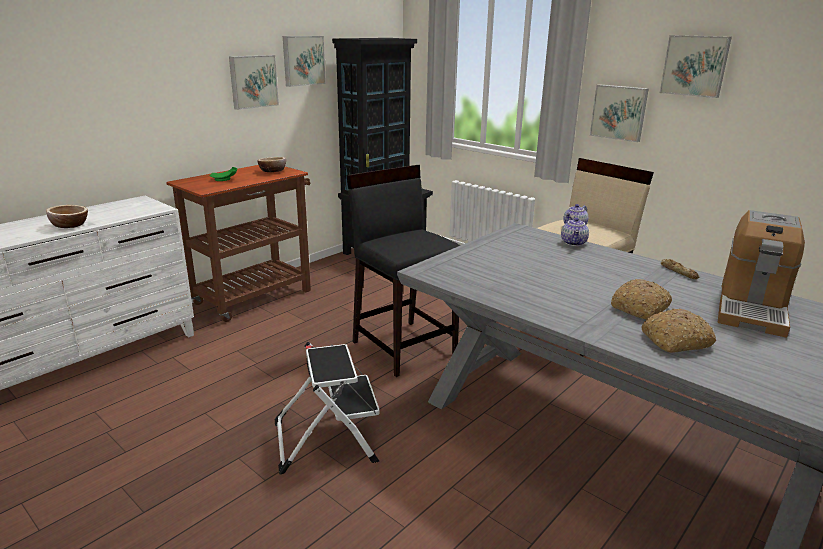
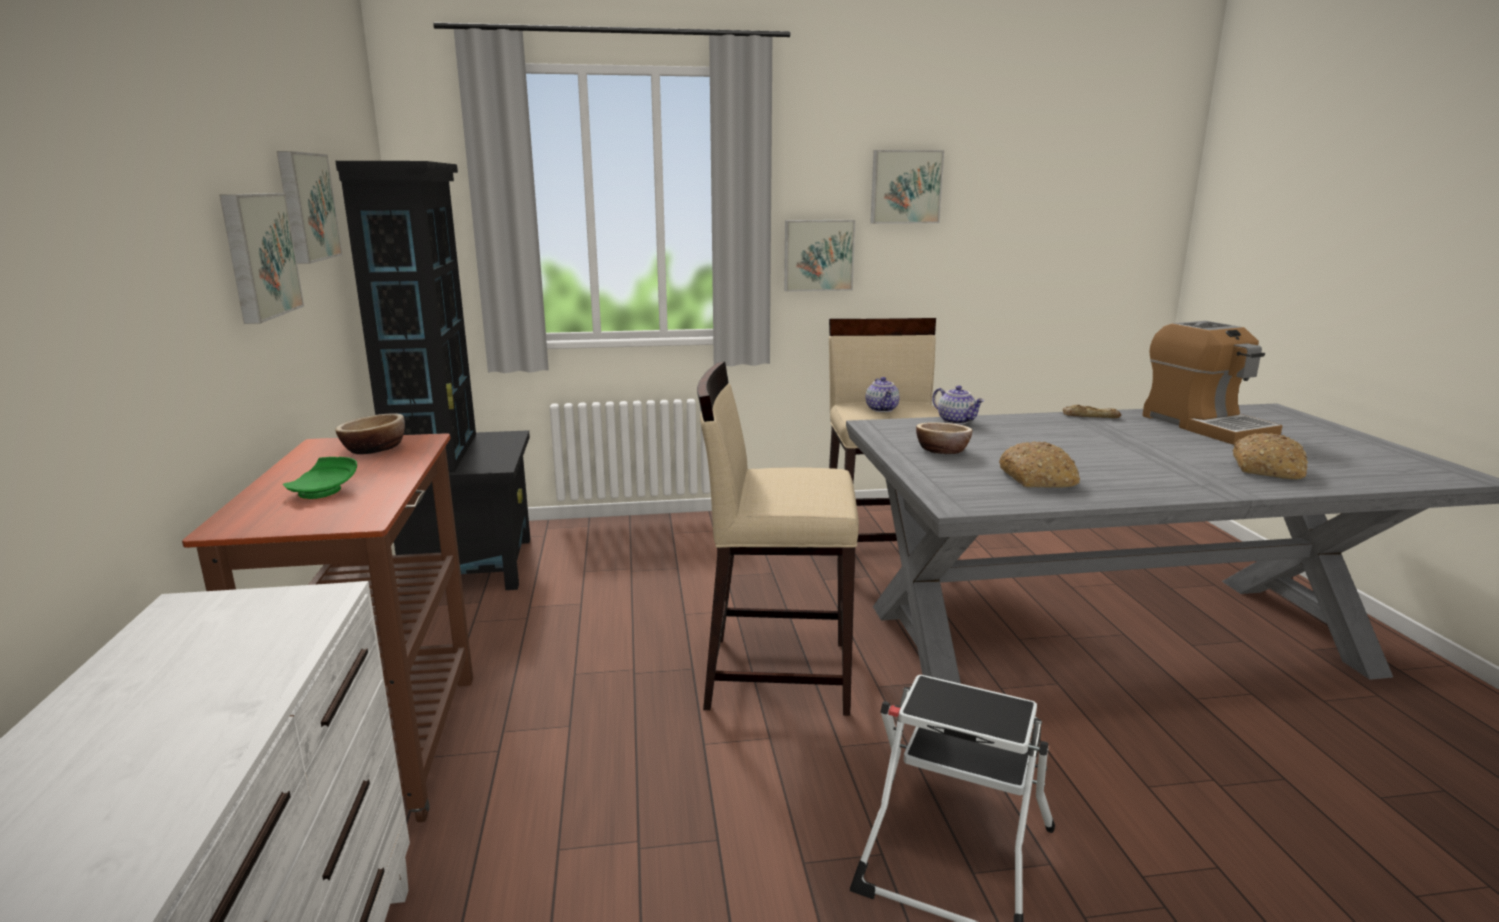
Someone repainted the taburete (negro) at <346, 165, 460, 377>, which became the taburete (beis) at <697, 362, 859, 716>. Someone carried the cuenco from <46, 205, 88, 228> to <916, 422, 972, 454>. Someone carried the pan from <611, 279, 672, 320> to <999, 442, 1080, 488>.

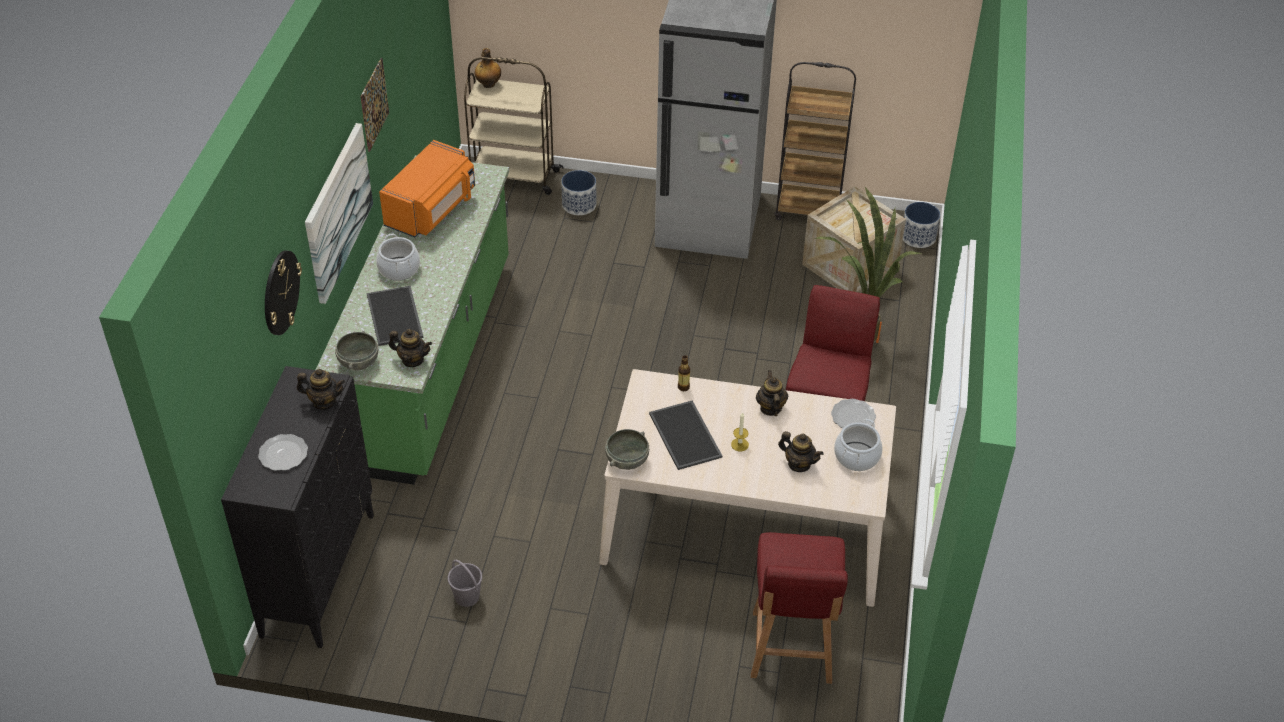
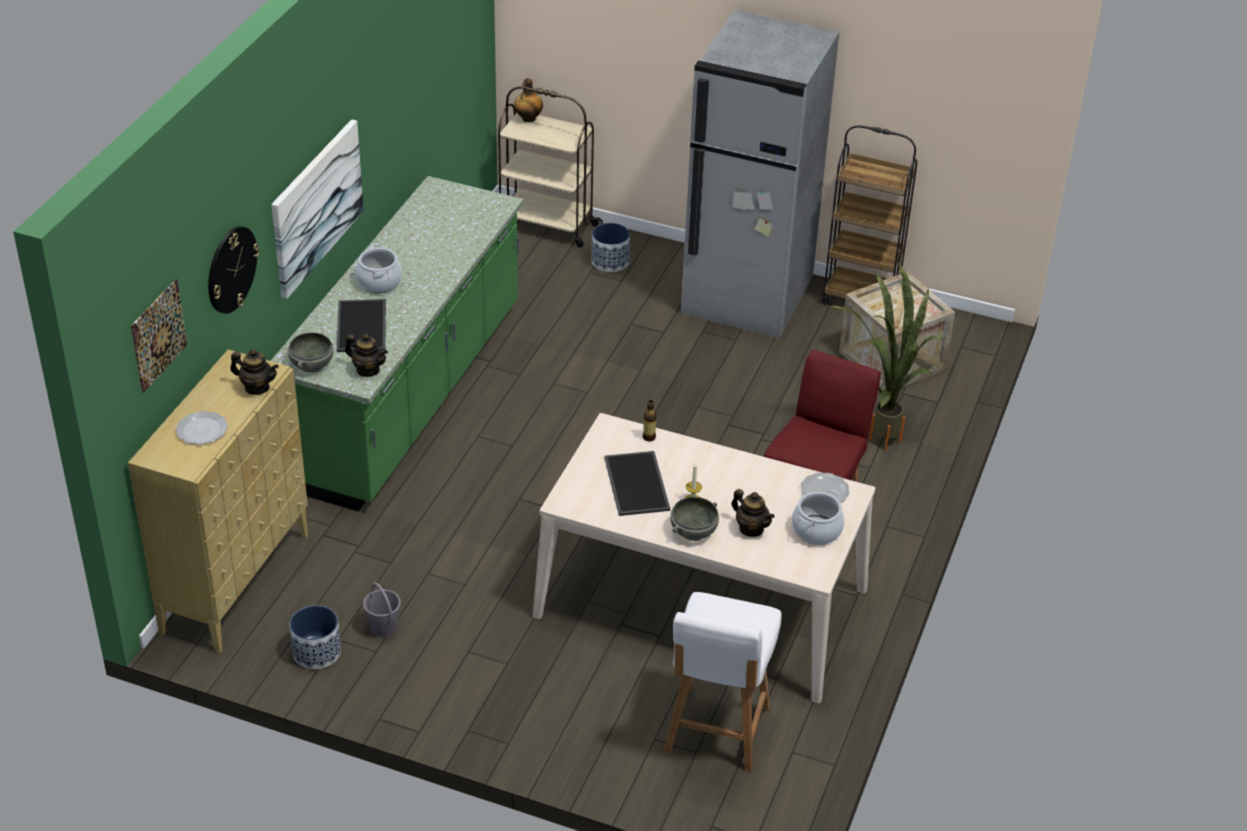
Someone repainted the cómoda (negro) at <221, 366, 374, 648>, which became the cómoda (beis) at <128, 350, 308, 653>. Someone carried the cuadro from <360, 58, 389, 152> to <131, 279, 187, 393>. Someone carried the maceta from <903, 202, 940, 248> to <289, 605, 341, 669>. Someone repainted the silla (rojo) at <751, 532, 848, 684>, which became the silla (blanco) at <664, 592, 782, 772>. Someone carried the cuenco (gris) from <605, 429, 649, 470> to <670, 497, 719, 541>. Someone took away the microondas (naranja) at <379, 140, 475, 237>. Someone took away the tetera at <756, 370, 788, 416>.

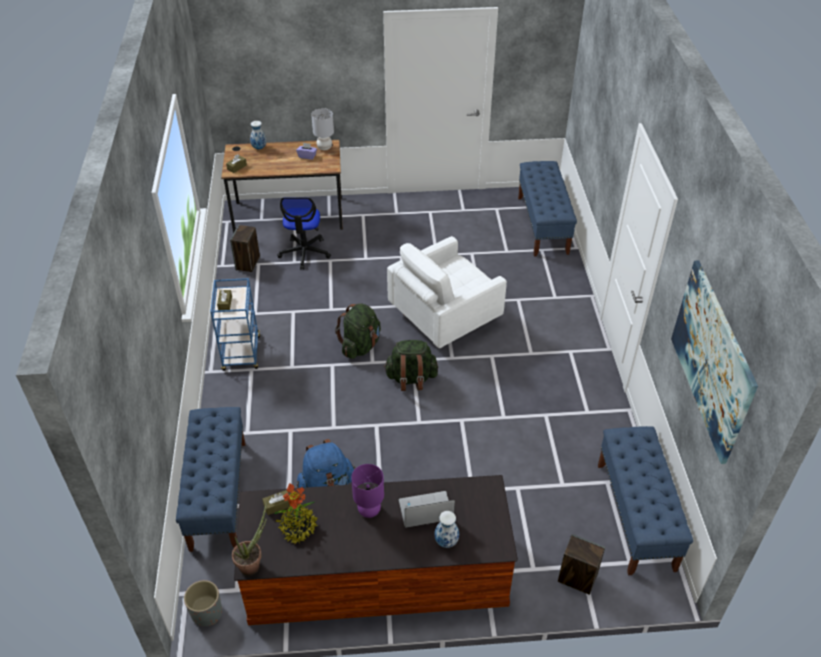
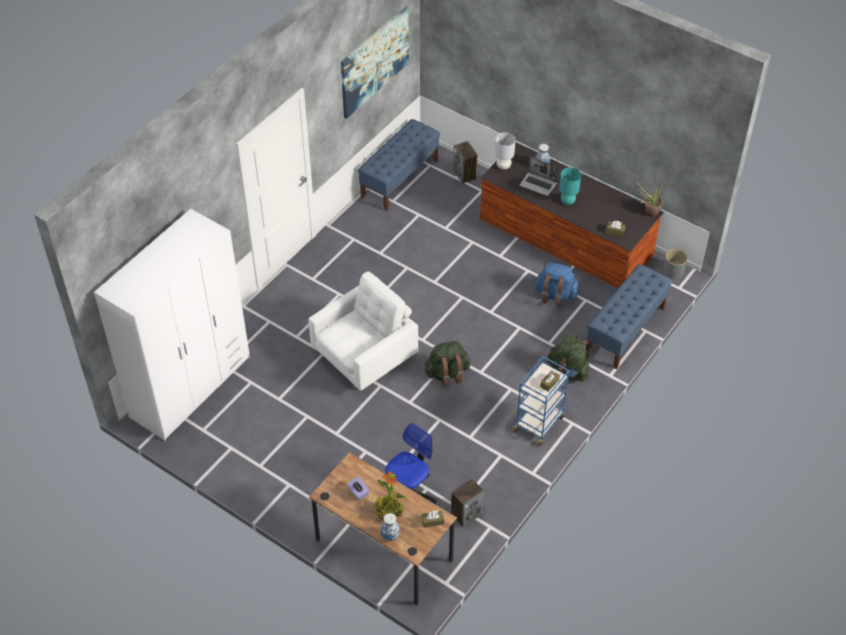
Someone swapped the banco (azul) at <518, 161, 577, 256> for the armario ropero (blanco) at <94, 208, 250, 440>. Someone rotated the sillón (blanco) at <387, 236, 507, 348> by 45 degrees counterclockwise. Someone carried the planta en maceta from <273, 483, 318, 544> to <375, 471, 406, 520>. Someone carried the lámpara de mesa (gris) from <311, 108, 334, 150> to <495, 132, 516, 170>. Someone carried the mochila (verde) from <384, 340, 438, 391> to <548, 334, 591, 382>. Someone repainted the lámpara de mesa (morado) at <351, 464, 384, 518>, which became the lámpara de mesa (turquesa) at <559, 167, 581, 205>.

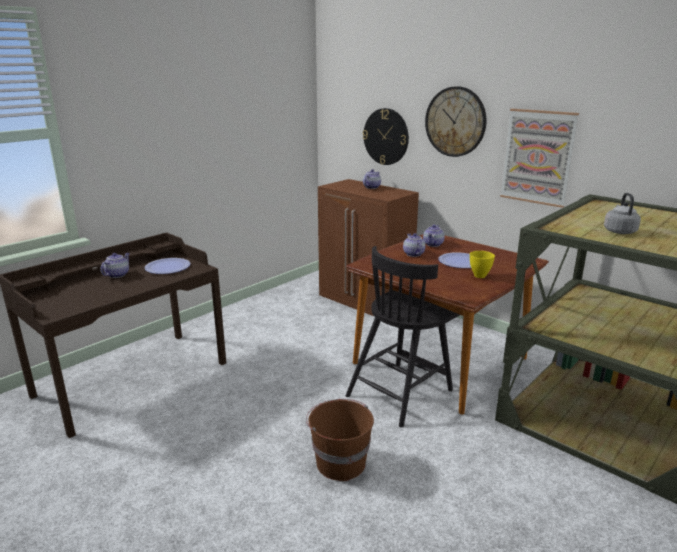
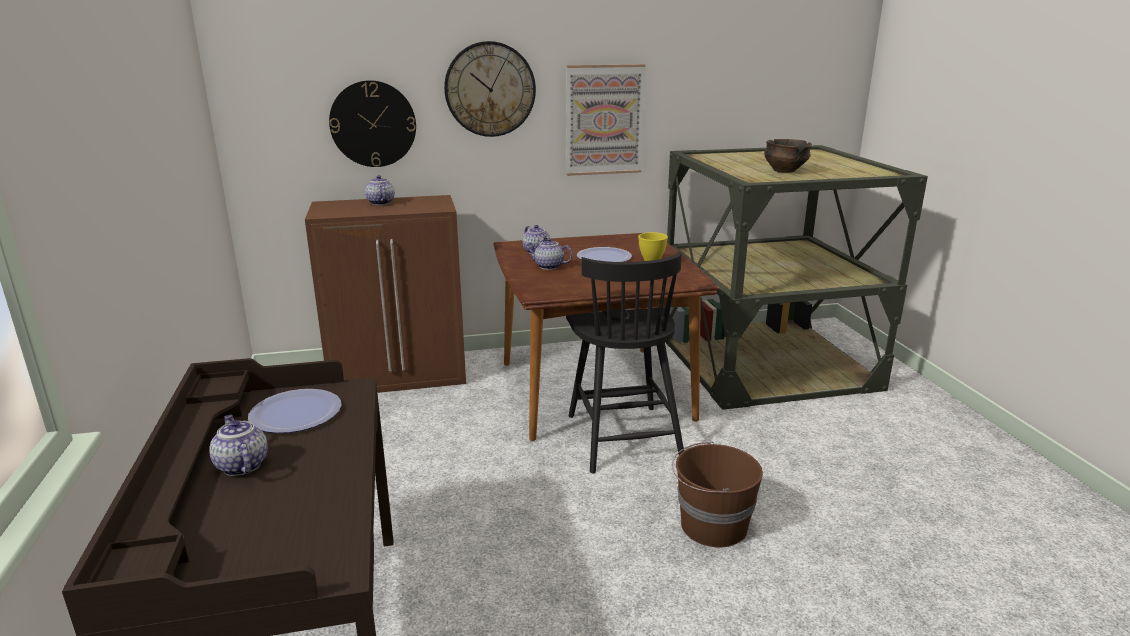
Someone swapped the hervidor (gris) at <604, 193, 641, 234> for the cuenco at <764, 139, 812, 173>.

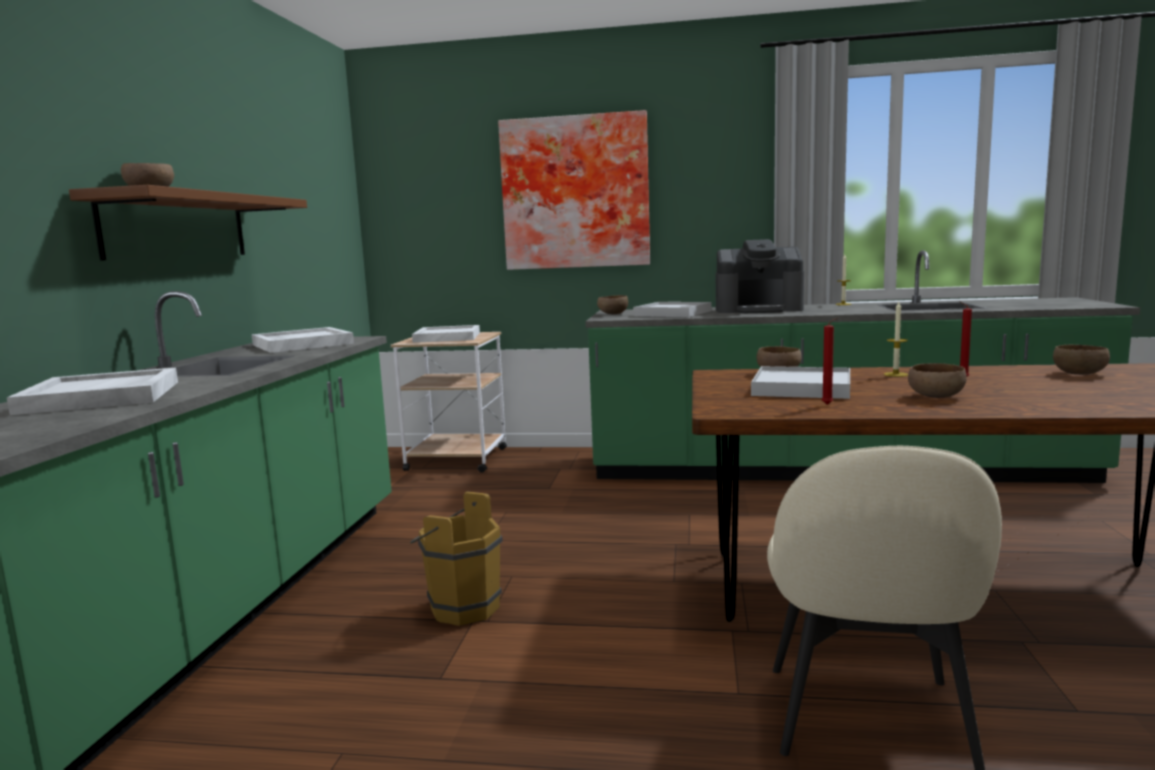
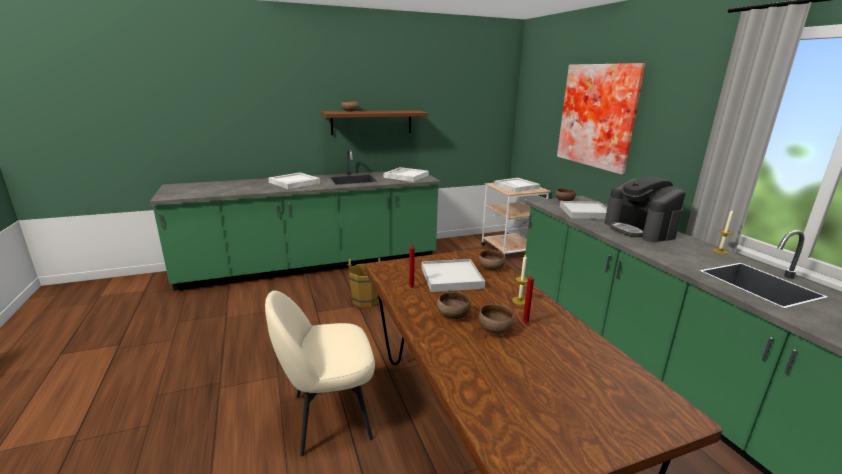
Someone carried the cuenco (marrón) from <1053, 345, 1110, 375> to <478, 304, 515, 334>.

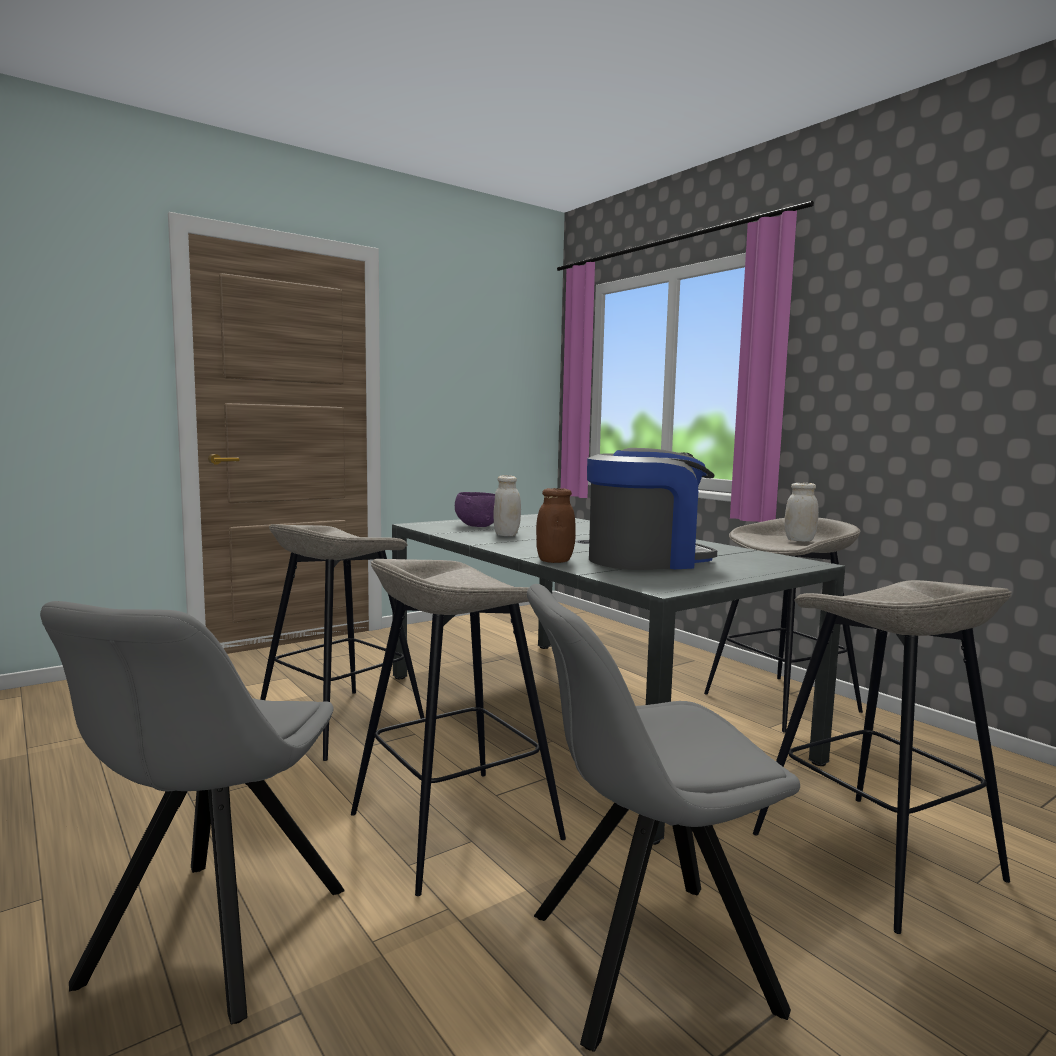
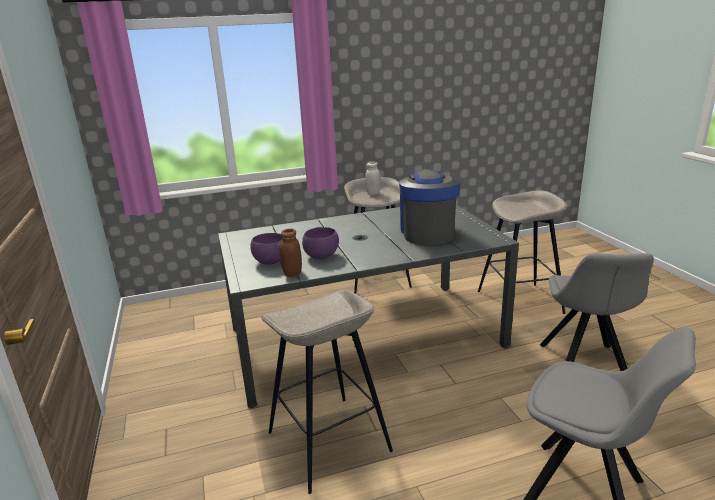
Someone carried the tarro (marrón) from <536, 488, 576, 563> to <280, 229, 302, 277>. Someone swapped the tarro (blanco) at <494, 475, 521, 536> for the cuenco (morado) at <302, 227, 339, 259>. Someone took away the taburete (gris) at <351, 559, 566, 896>.

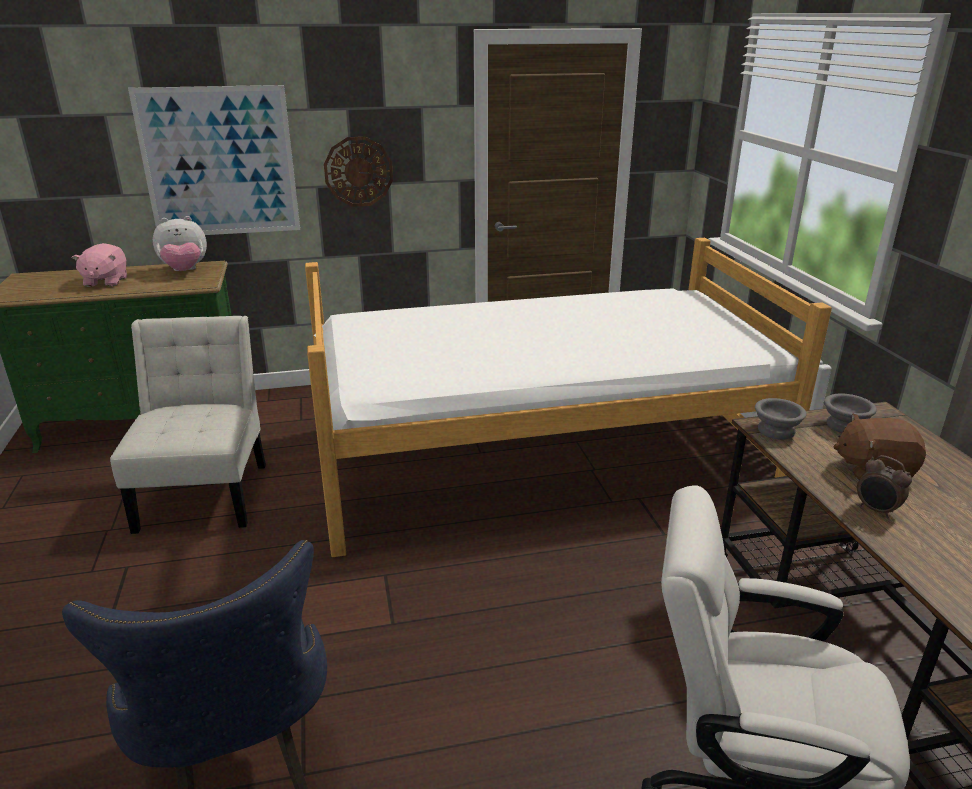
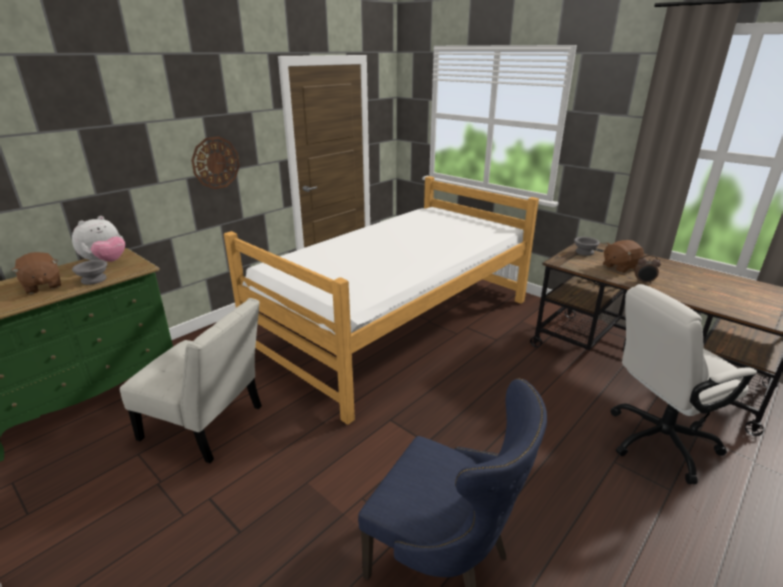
Someone repainted the peluche (rosa) at <72, 243, 127, 287>, which became the peluche (marrón) at <12, 252, 61, 294>. Someone carried the cuenco (gris) from <755, 398, 807, 440> to <72, 260, 107, 285>. Someone rotated the silla (blanco) at <110, 316, 266, 534> by 150 degrees clockwise. Someone took away the cuadro at <128, 85, 300, 235>.

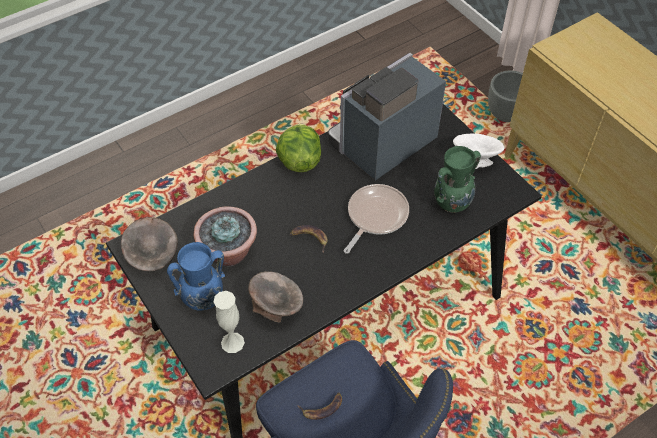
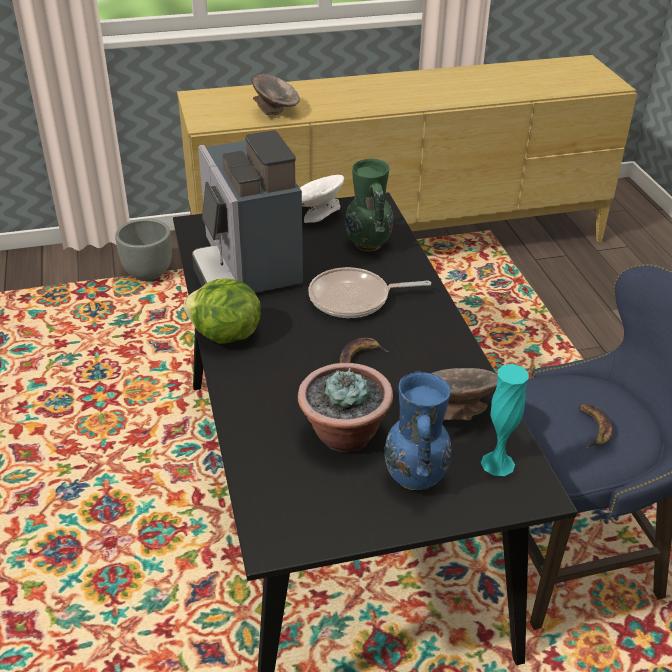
Someone carried the cuenco (gris) from <121, 217, 178, 271> to <252, 74, 300, 116>. Someone rotated the sartén at <344, 184, 409, 254> by 60 degrees counterclockwise. Someone repainted the florero (blanco) at <214, 291, 245, 353>, which became the florero (turquesa) at <481, 364, 529, 476>.

